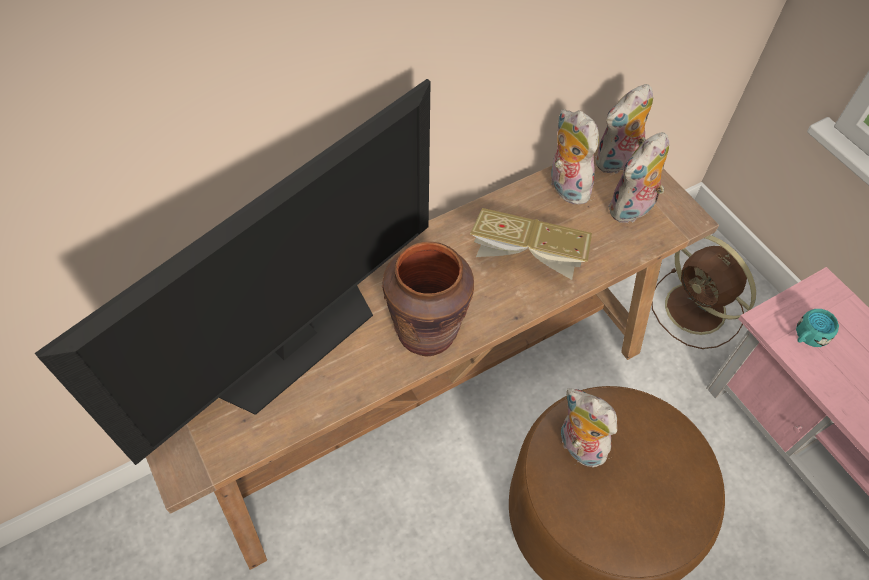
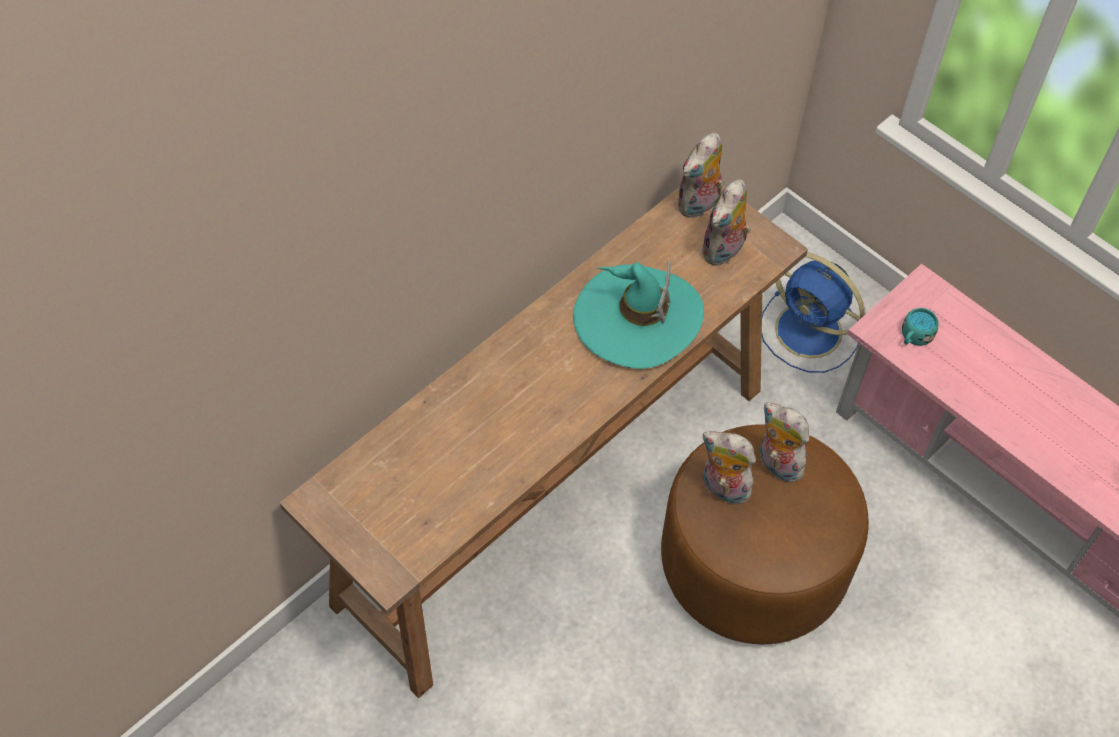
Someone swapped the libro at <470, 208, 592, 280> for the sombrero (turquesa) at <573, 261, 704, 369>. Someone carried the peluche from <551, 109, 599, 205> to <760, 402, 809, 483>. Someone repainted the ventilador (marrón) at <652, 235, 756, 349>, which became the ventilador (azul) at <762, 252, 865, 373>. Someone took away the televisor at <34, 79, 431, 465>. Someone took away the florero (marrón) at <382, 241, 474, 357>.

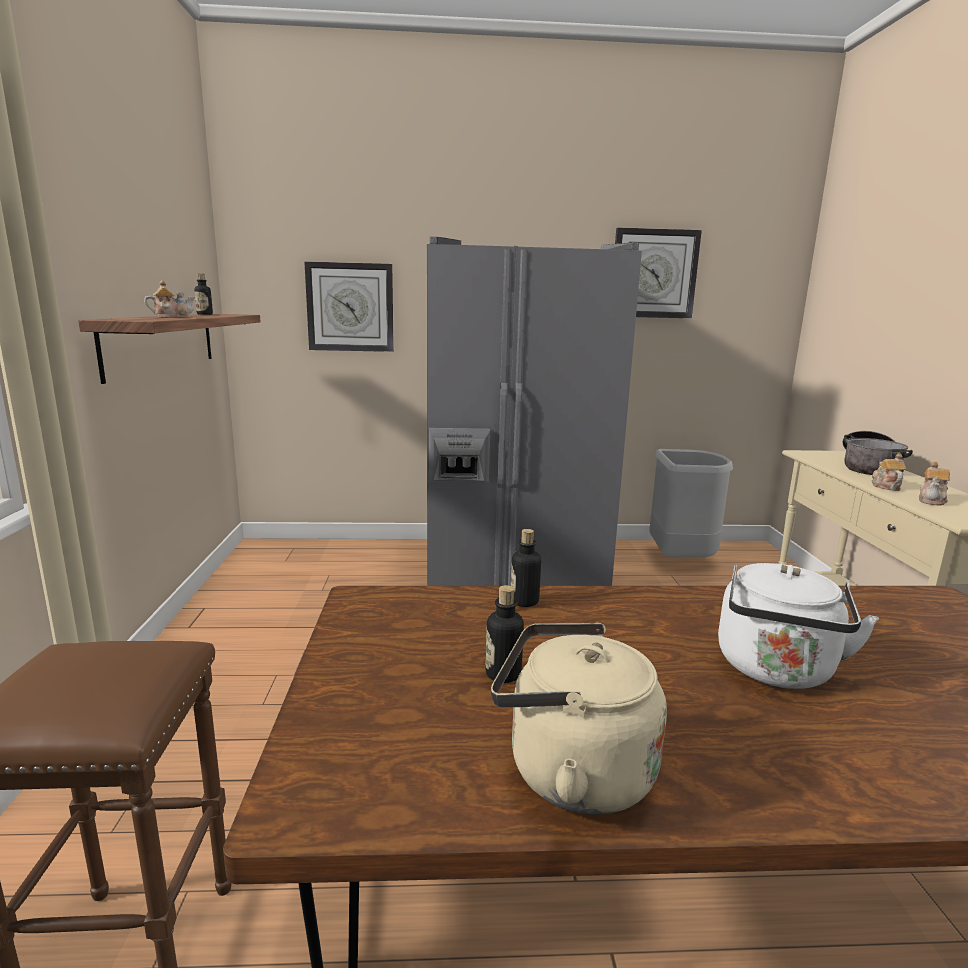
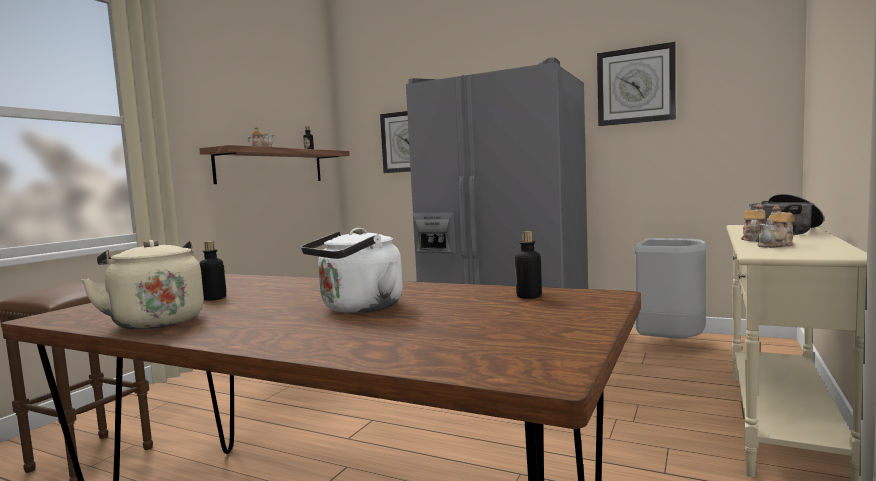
Someone carried the botella from <511, 529, 541, 607> to <515, 231, 542, 299>.

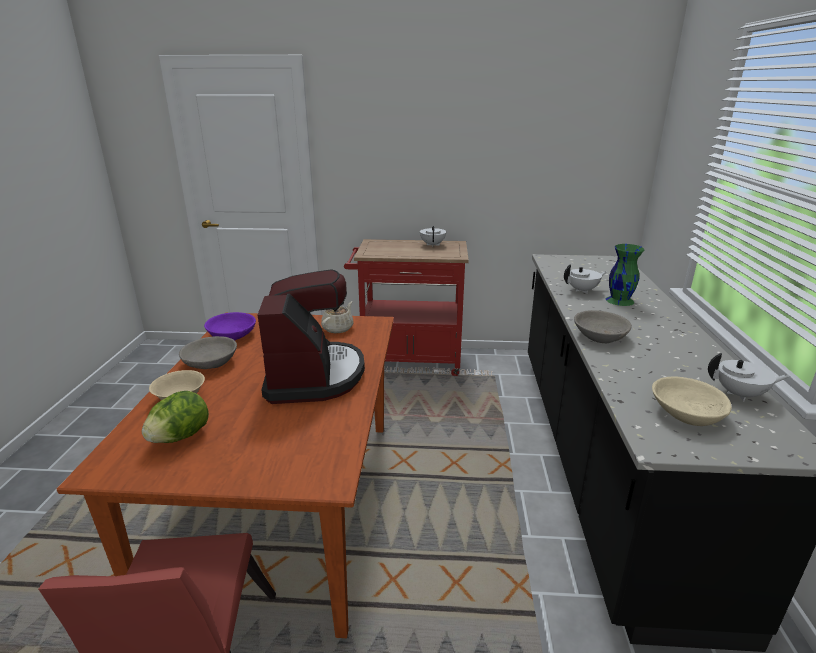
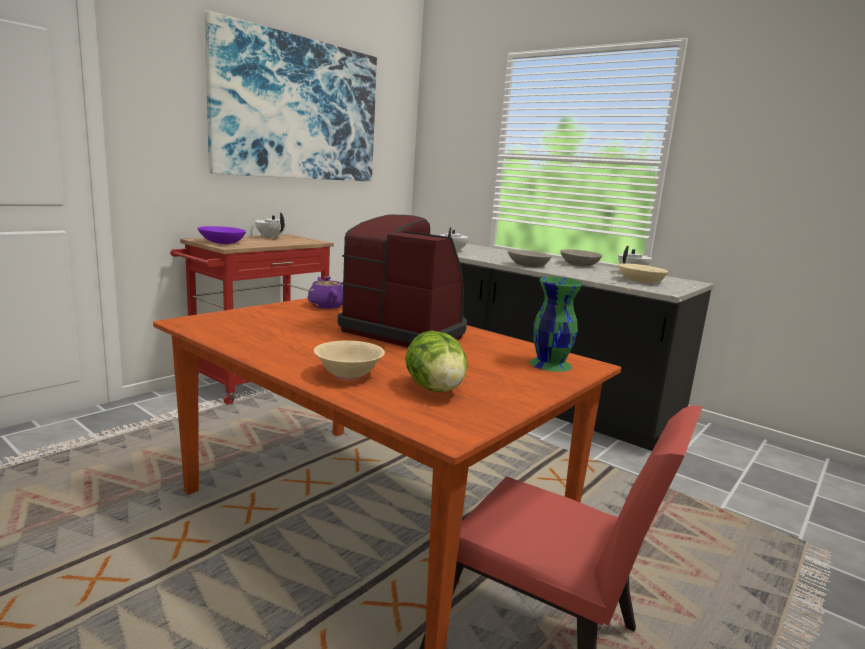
Someone carried the cuenco (morado) from <204, 312, 256, 340> to <197, 226, 246, 244>. Someone put up the cuadro at <204, 11, 377, 182>. Someone repainted the tetera (beis) at <321, 301, 353, 333>, which became the tetera (morado) at <308, 277, 343, 309>. Someone carried the florero (verde) from <606, 244, 644, 306> to <529, 277, 583, 372>. Someone carried the cuenco (gris) from <179, 336, 237, 369> to <560, 249, 602, 266>.

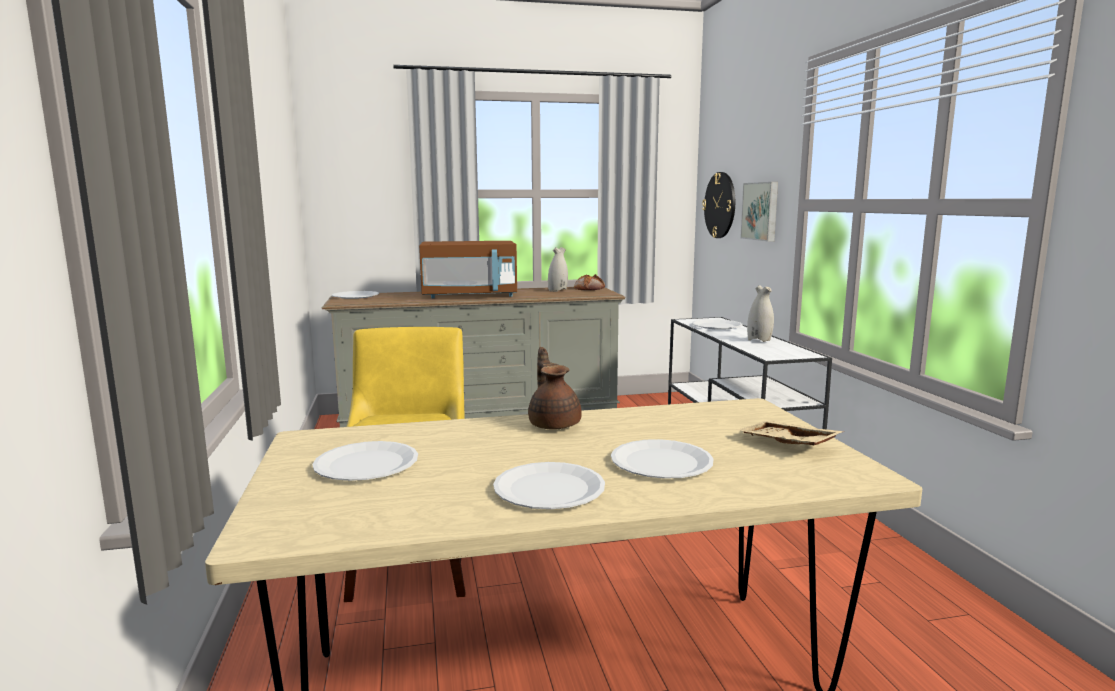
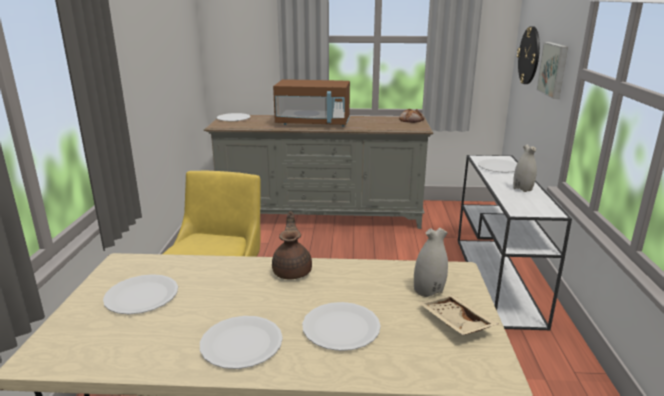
Someone carried the florero (blanco) from <548, 247, 568, 292> to <414, 228, 448, 297>.

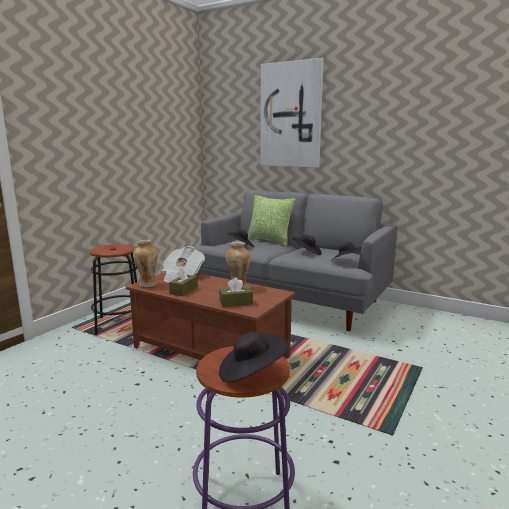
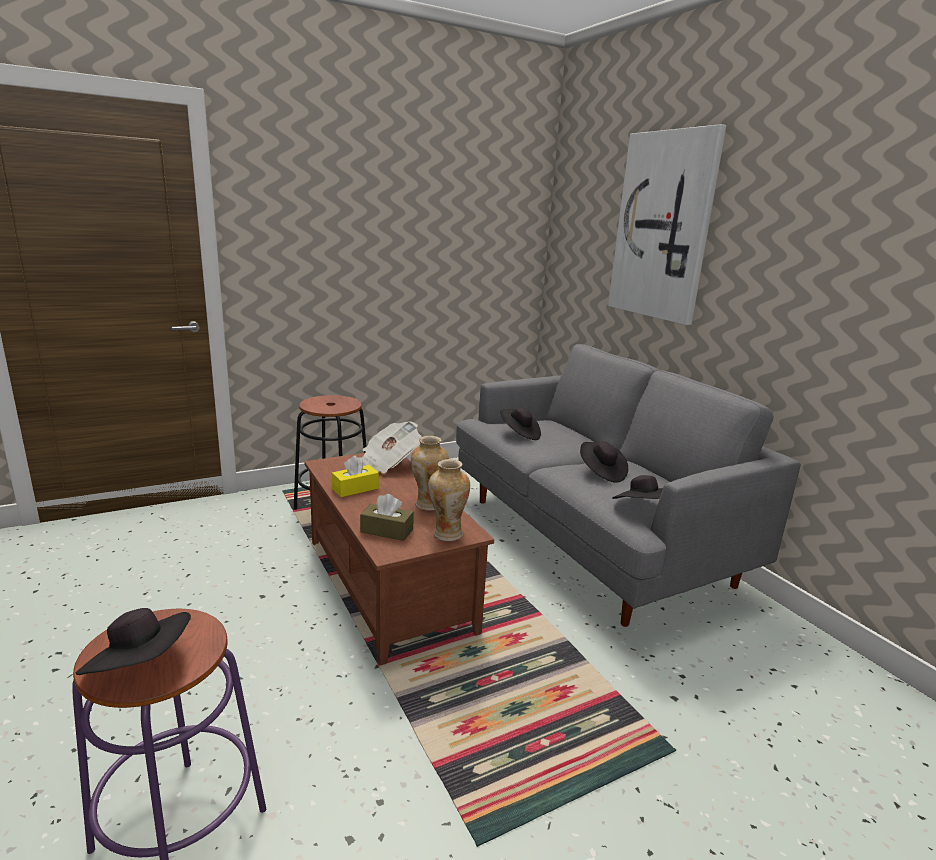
Someone repainted the caja de pañuelos (marrón) at <169, 267, 198, 296>, which became the caja de pañuelos (amarillo) at <332, 455, 379, 497>. Someone carried the florero from <133, 240, 158, 287> to <428, 459, 470, 541>. Someone took away the cojín at <248, 195, 295, 246>.

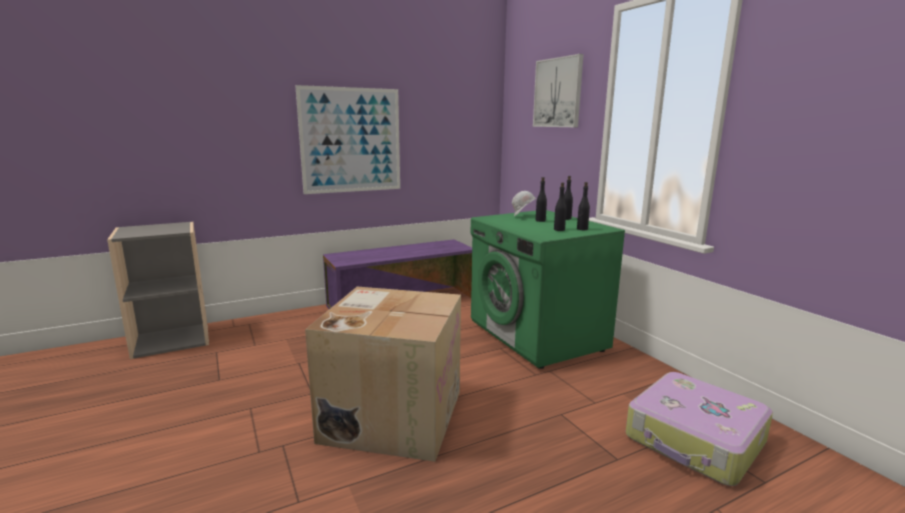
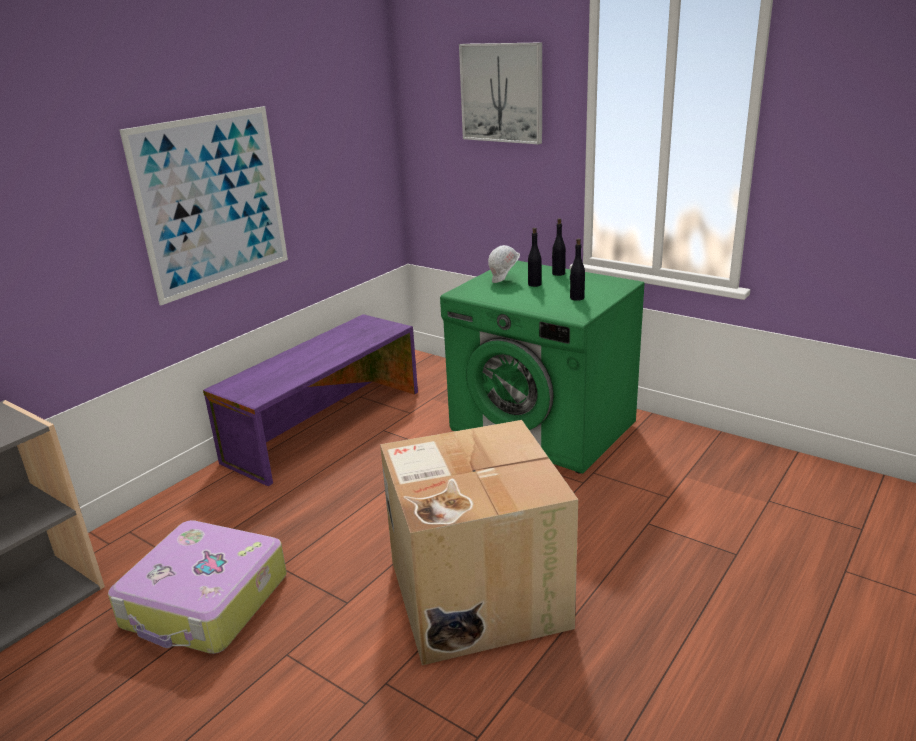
Someone carried the maleta from <626, 372, 773, 486> to <108, 520, 287, 654>. Someone took away the botella (negro) at <577, 182, 590, 230>.

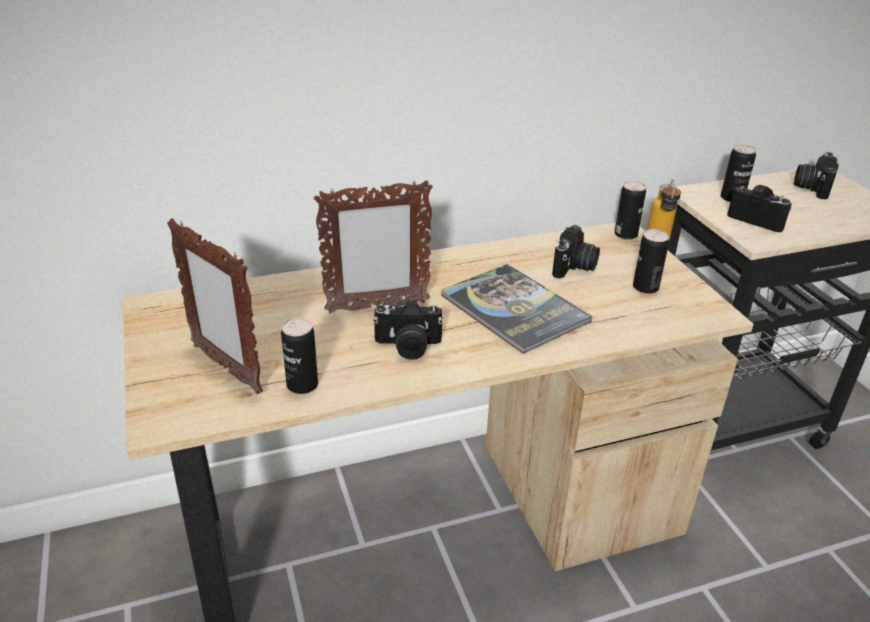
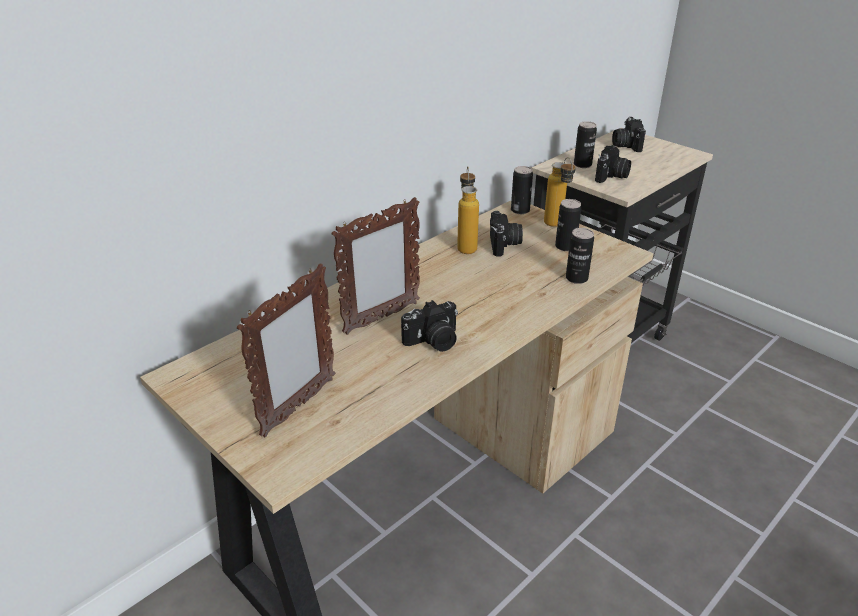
Someone rotated the portarretratos at <167, 218, 263, 394> by 75 degrees counterclockwise. Someone put down the botella at <457, 166, 479, 254>. Someone carried the lata from <281, 318, 318, 394> to <566, 228, 594, 284>. Someone rotated the cámara at <727, 185, 792, 232> by 105 degrees clockwise. Someone took away the libro at <441, 264, 592, 354>.

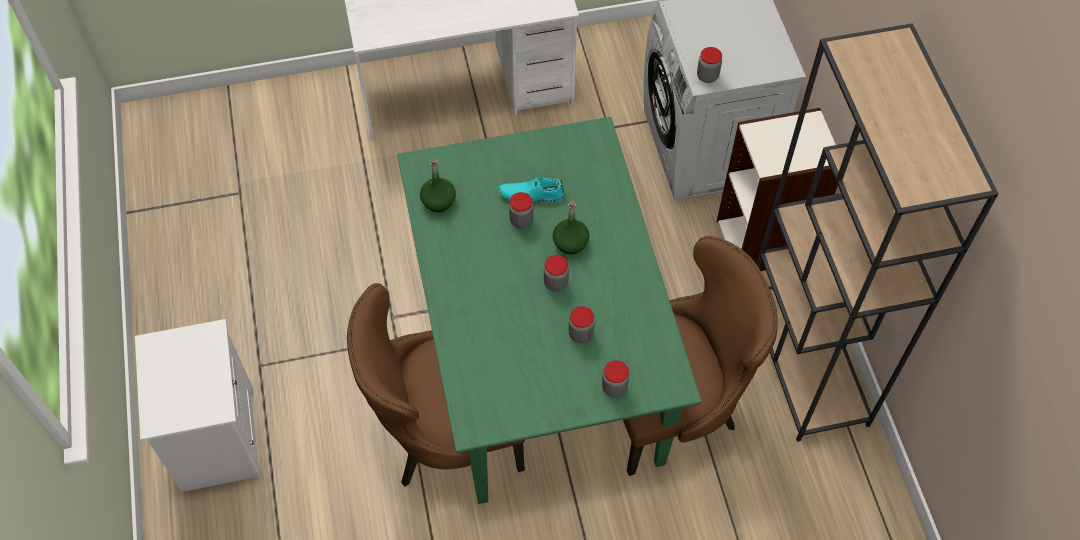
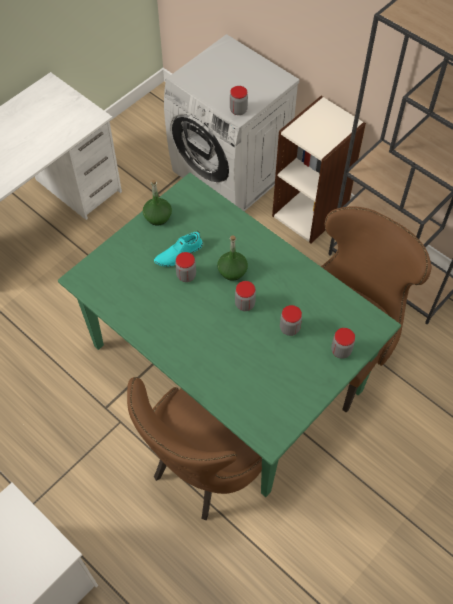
Someone carried the botella (verde) from <420, 158, 456, 212> to <143, 180, 172, 225>.

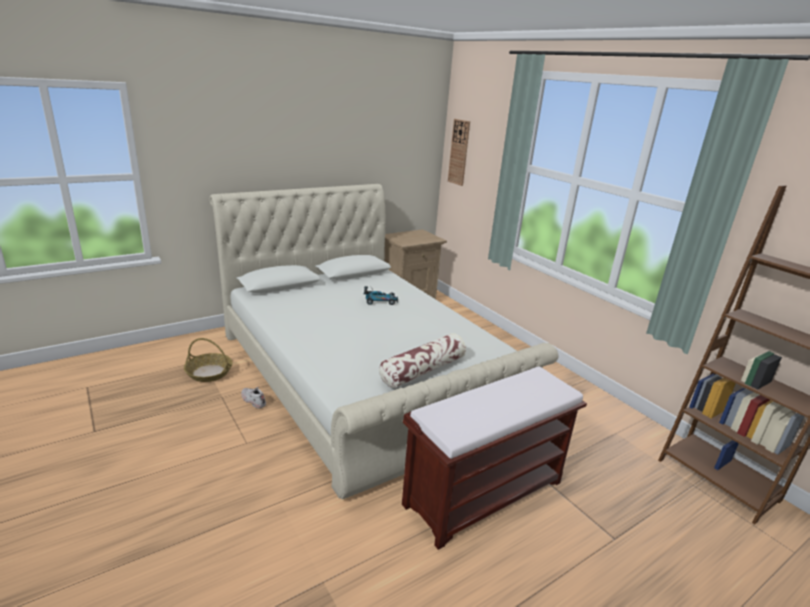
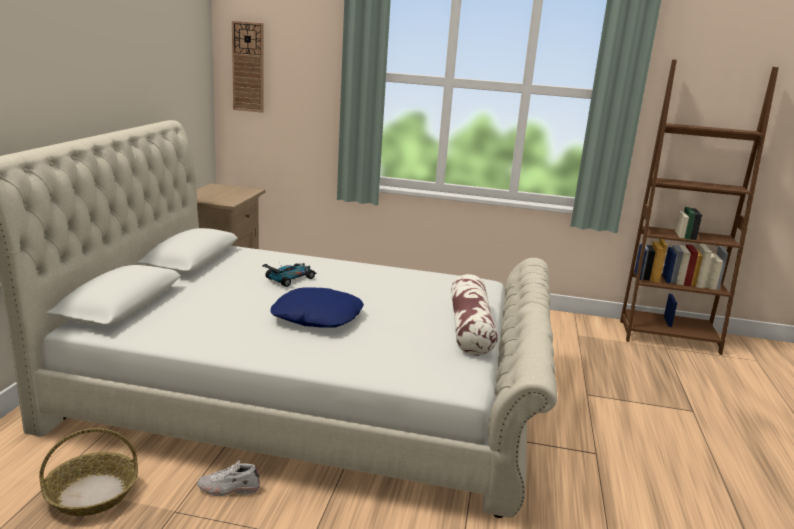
Someone put down the cojín (azul) at <270, 287, 364, 328>. Someone took away the banco (marrón) at <402, 366, 587, 550>.

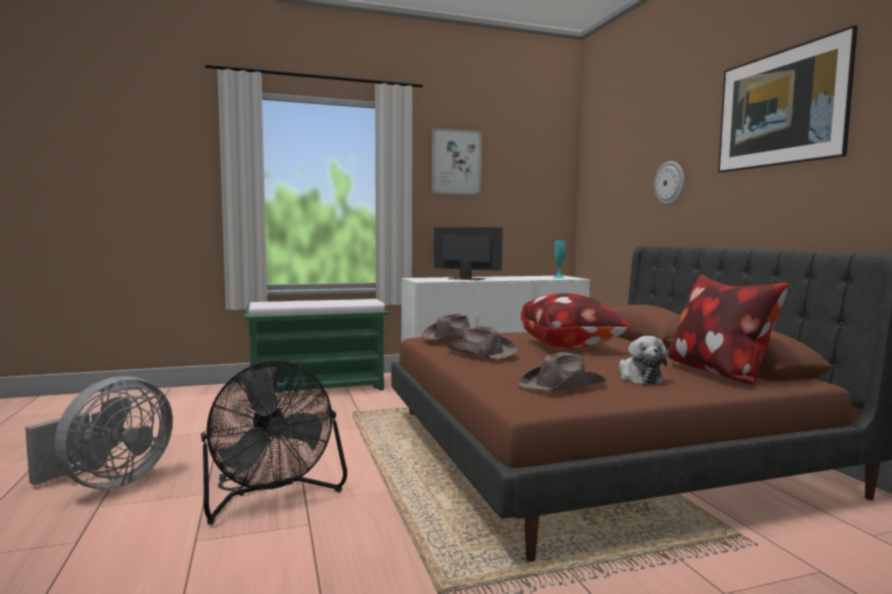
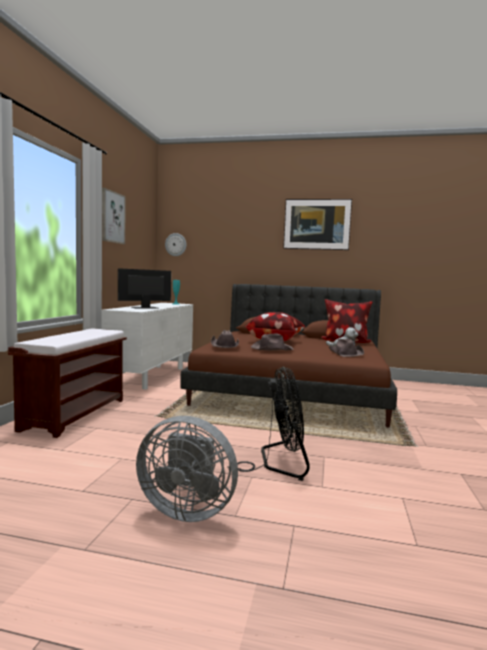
Someone repainted the banco (verde) at <245, 299, 389, 392>, which became the banco (marrón) at <8, 328, 127, 438>. Someone rotated the ventilador (gris) at <25, 376, 173, 489> by 135 degrees clockwise. Someone carried the reloj de pared from <654, 161, 684, 205> to <165, 233, 187, 256>.

